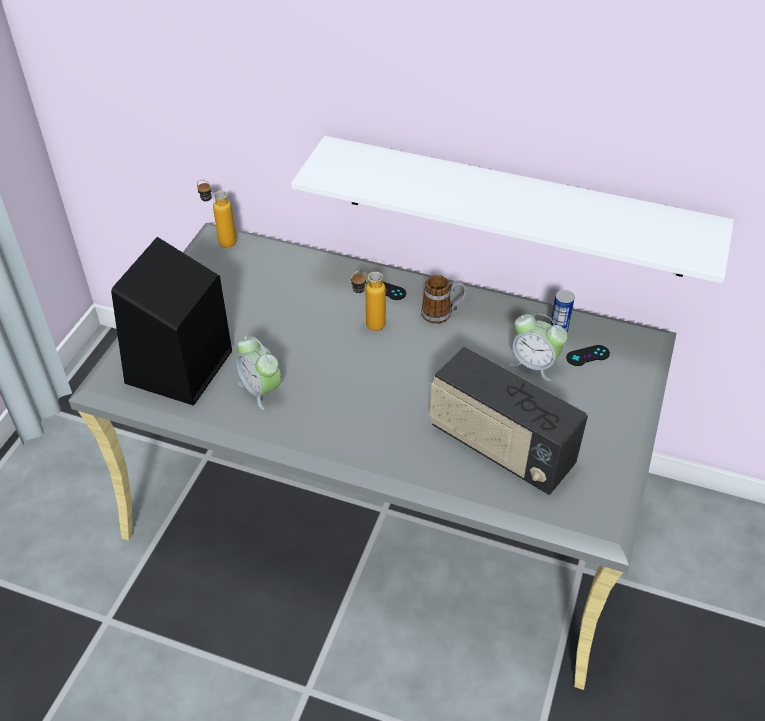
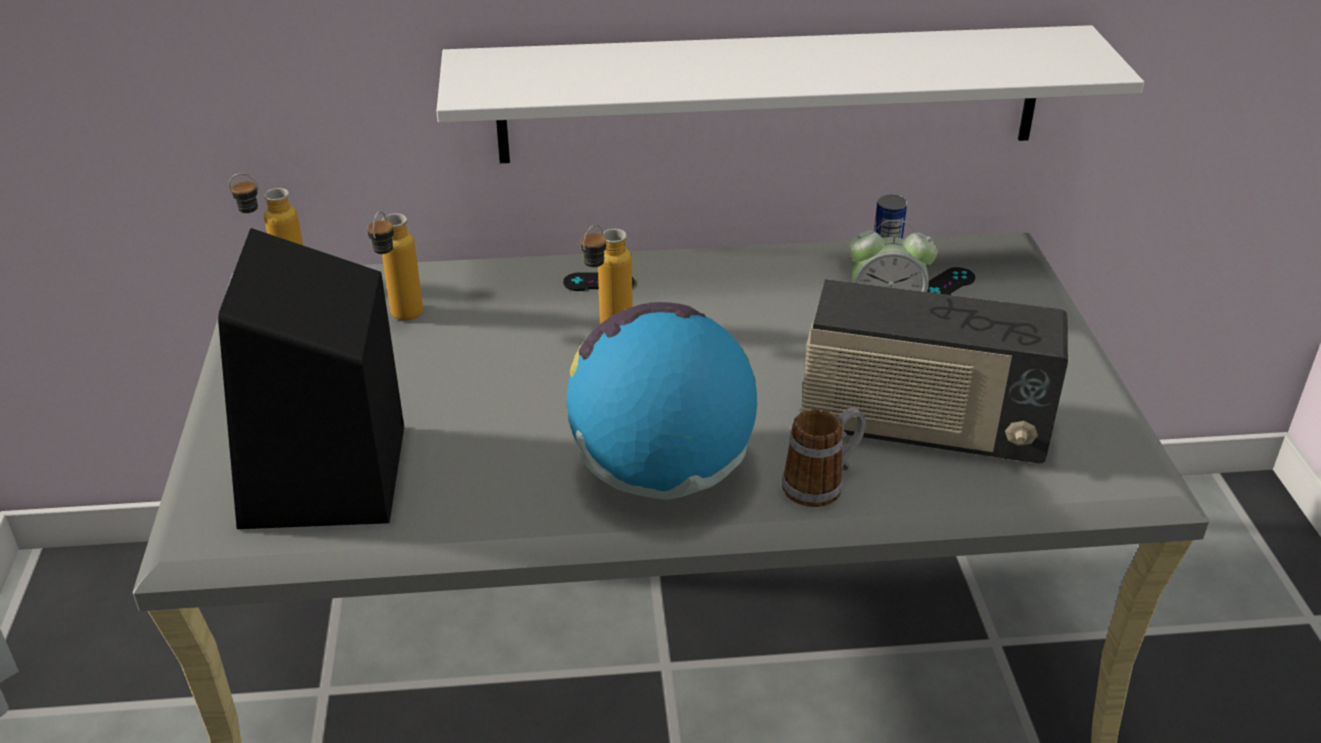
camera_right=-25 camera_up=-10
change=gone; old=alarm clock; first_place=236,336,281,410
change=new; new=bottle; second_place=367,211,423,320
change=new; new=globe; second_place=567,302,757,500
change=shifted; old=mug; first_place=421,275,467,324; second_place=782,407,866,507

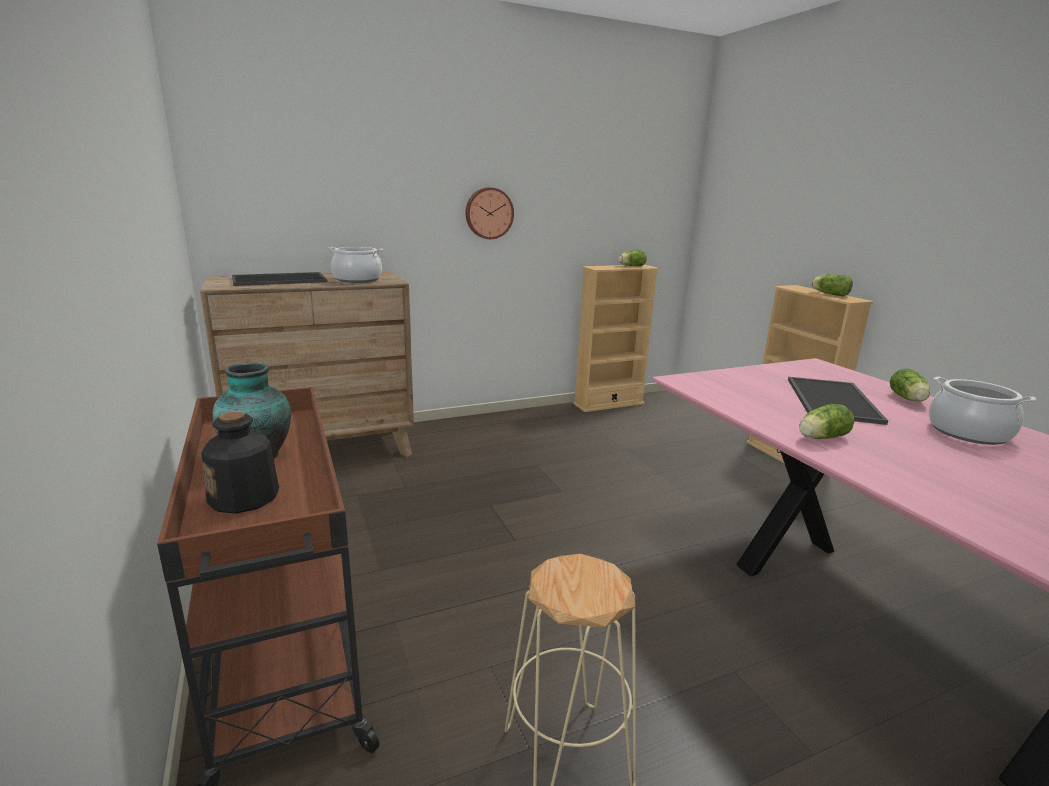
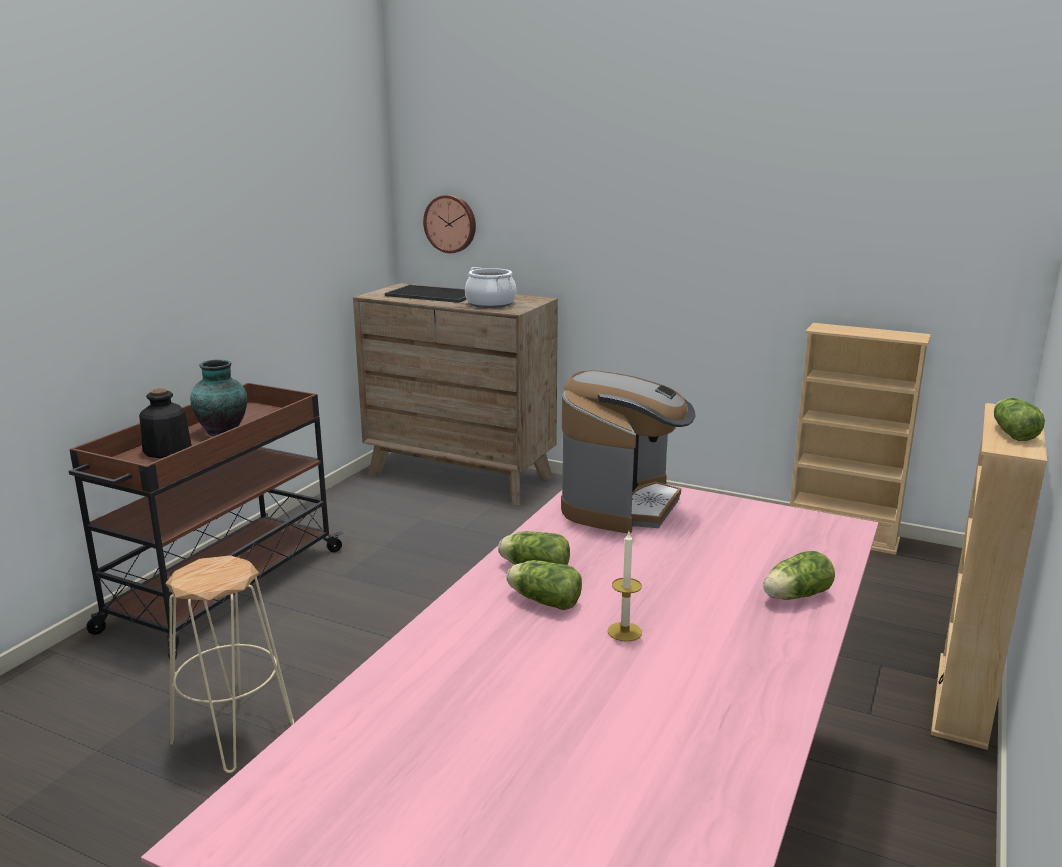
camera_right=50 camera_up=0
change=gone; old=tray; first_place=788,377,888,425
change=gone; old=saucepot; first_place=929,377,1036,445
change=new; new=coffee maker; second_place=561,370,696,533
change=new; new=candle; second_place=608,532,642,642
change=shifted; old=wall clock; first_place=466,187,514,239; second_place=423,195,476,253
change=shifted; old=lettuce head; first_place=618,250,647,266; second_place=506,560,582,610

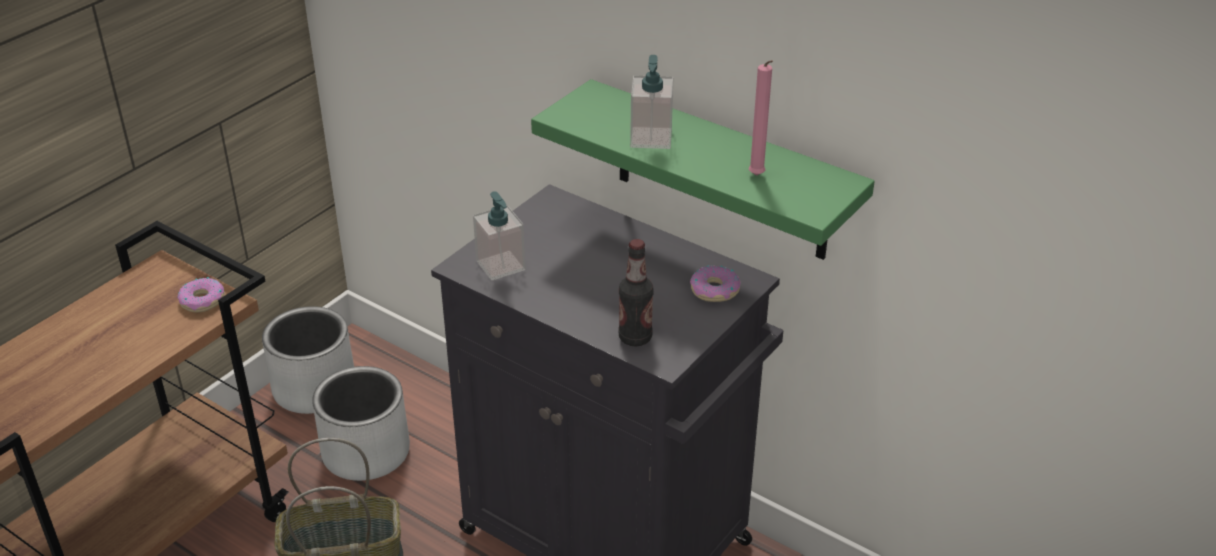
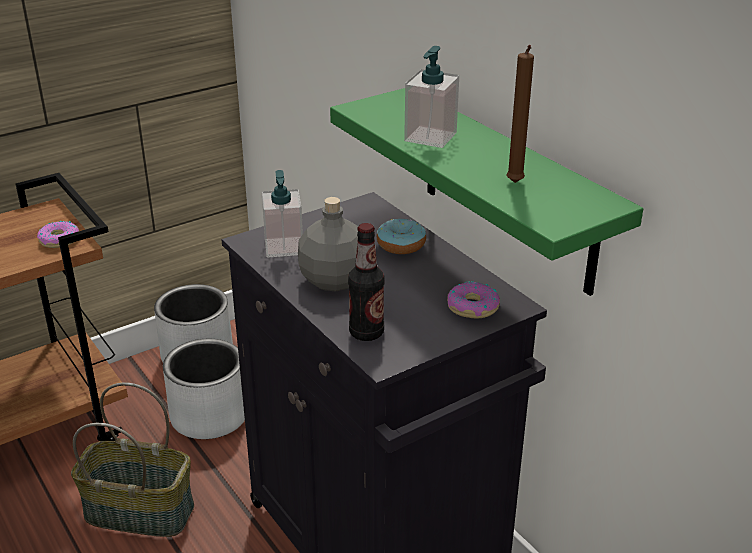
camera_right=20 camera_up=-5
change=new; new=greyish bottle; second_place=298,197,358,292
change=new; new=ring doughnut; second_place=377,219,426,254
change=repainted; old=pink-coloured candle; new=brown-coloured candle; first_place=749,60,773,176; second_place=506,45,534,183

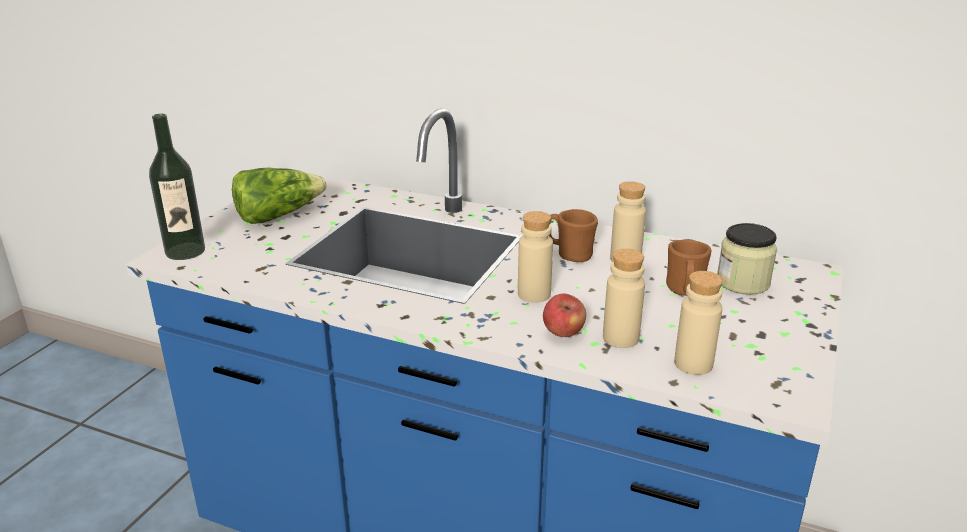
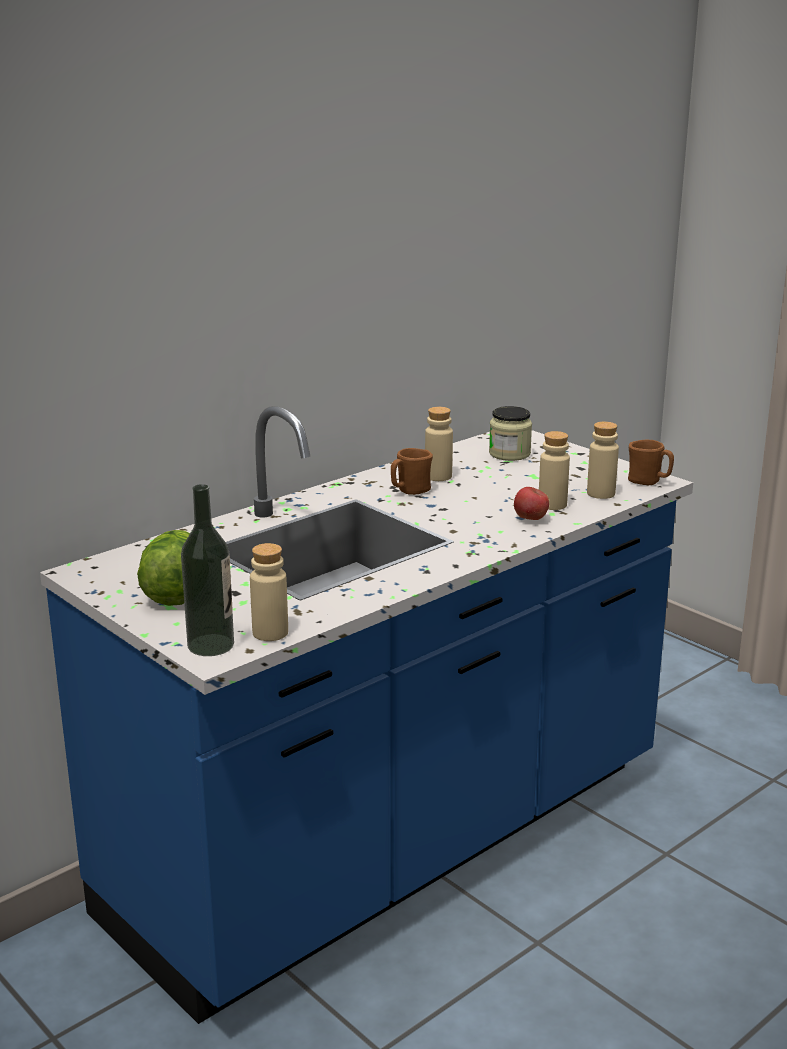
camera_right=-65 camera_up=-5
change=shifted; old=beige bottle; first_place=518,211,553,303; second_place=250,543,288,641
change=shifted; old=brown-coloured mug; first_place=666,239,712,296; second_place=628,440,674,486

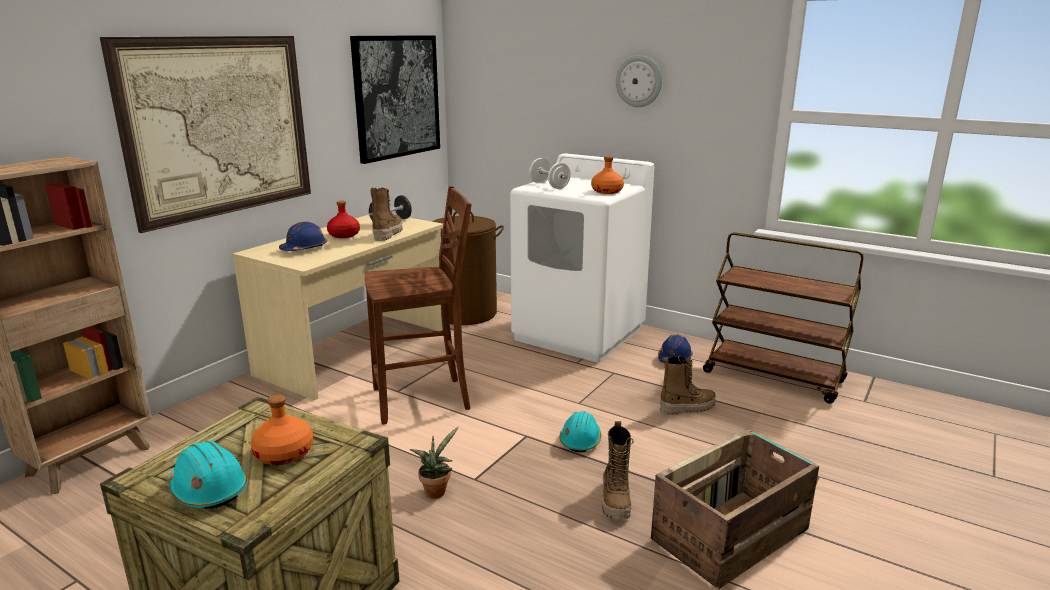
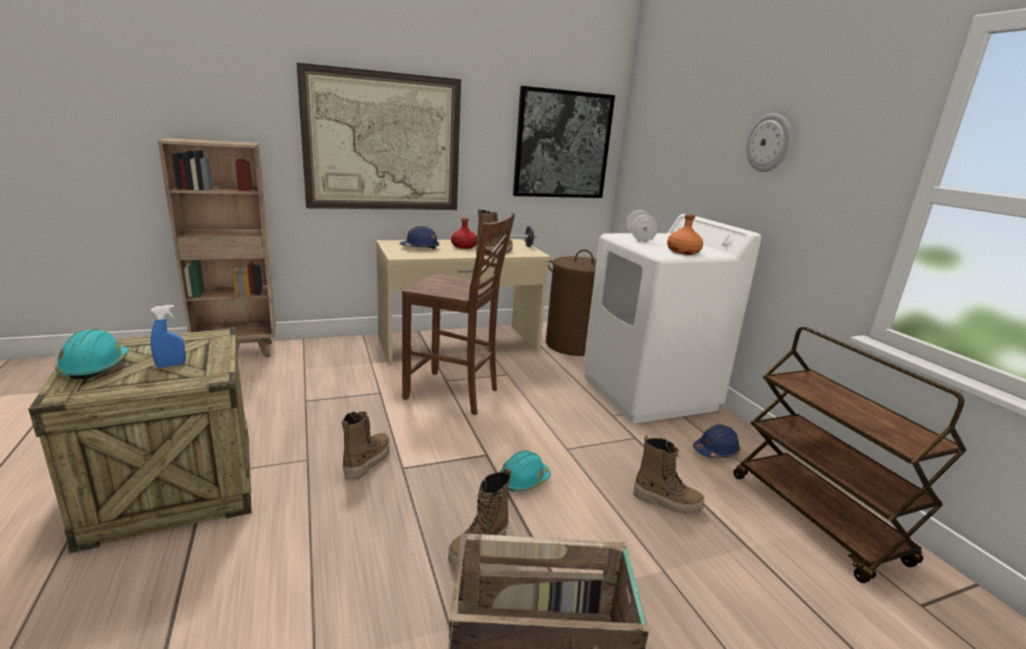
camera_right=35 camera_up=0
change=swapped; old=orange bottle; new=blue-coloured hand sprayer; first_place=251,394,313,465; second_place=150,305,186,368
change=swapped; old=houseplant; new=high-top boot; first_place=410,427,459,499; second_place=342,411,390,481

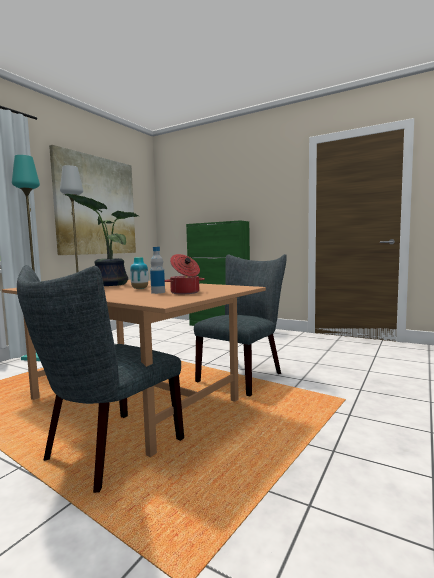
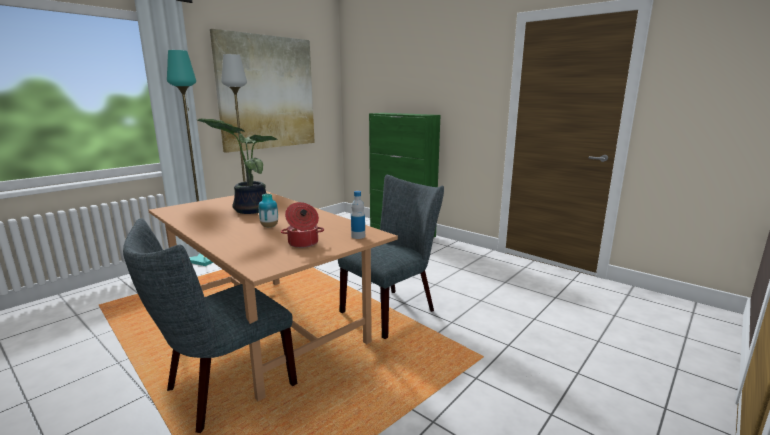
camera_right=10 camera_up=10
change=shifted; old=bottle; first_place=150,247,165,294; second_place=351,191,365,239

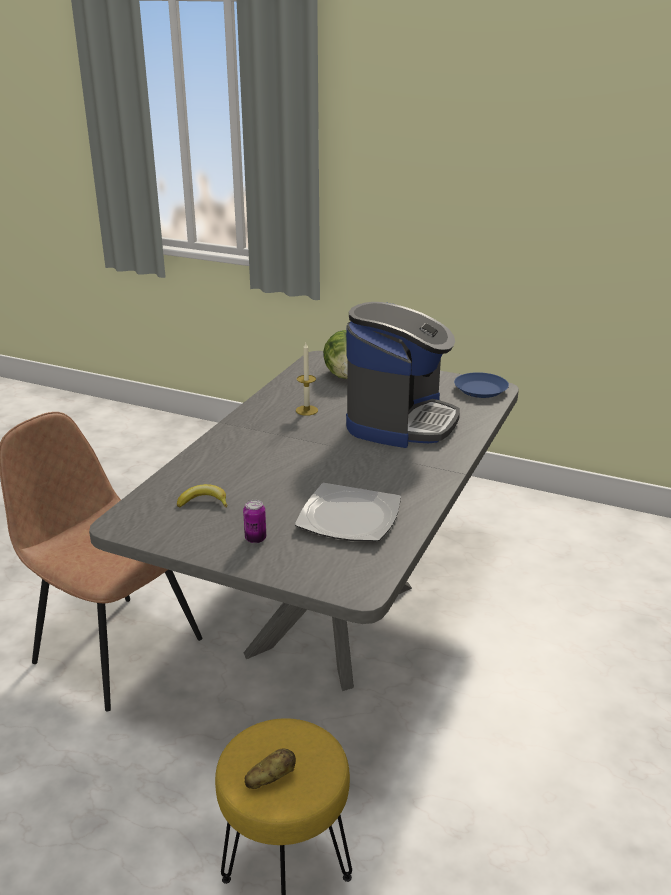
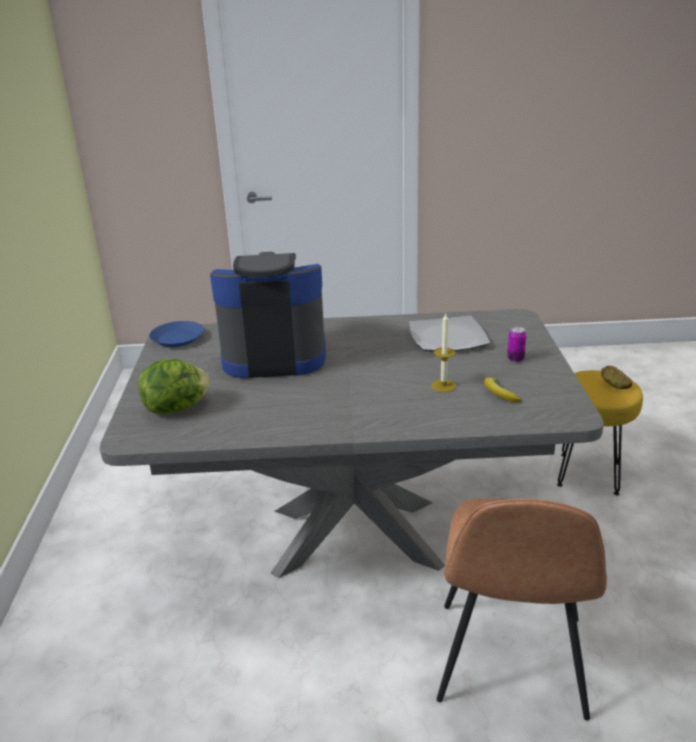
camera_right=-115 camera_up=0
change=shifted; old=candle; first_place=296,343,318,416; second_place=431,314,456,392

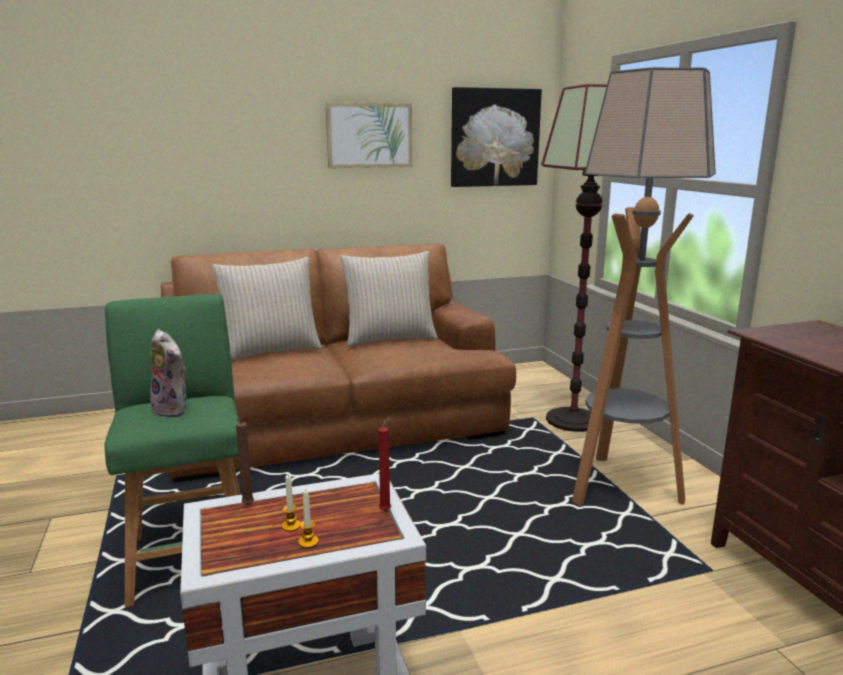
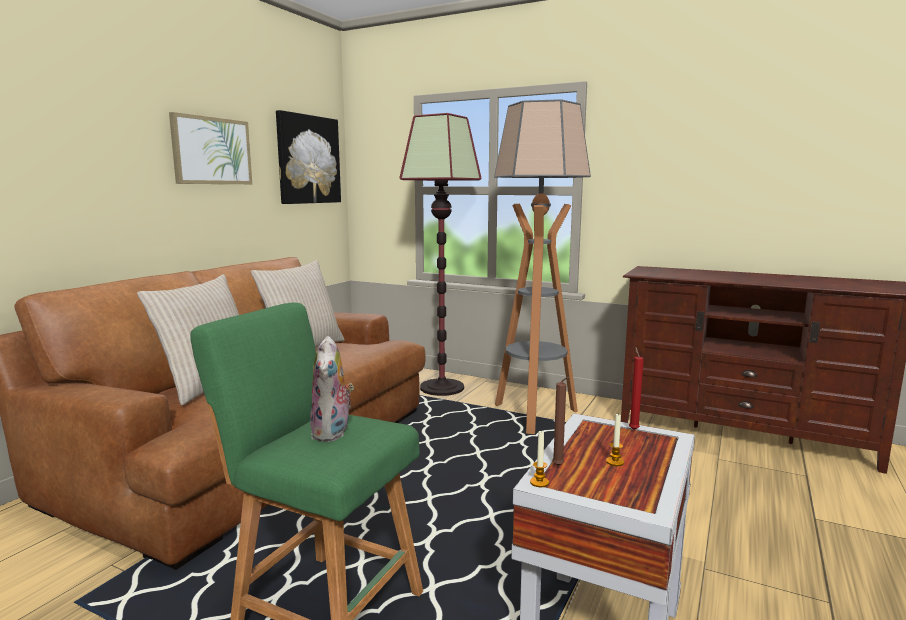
camera_right=-45 camera_up=-5
change=shifted; old=candle; first_place=298,489,319,548; second_place=530,430,549,487
change=rotated; old=soft toy; first_place=149,329,187,418; second_place=310,336,354,442; degrees=90

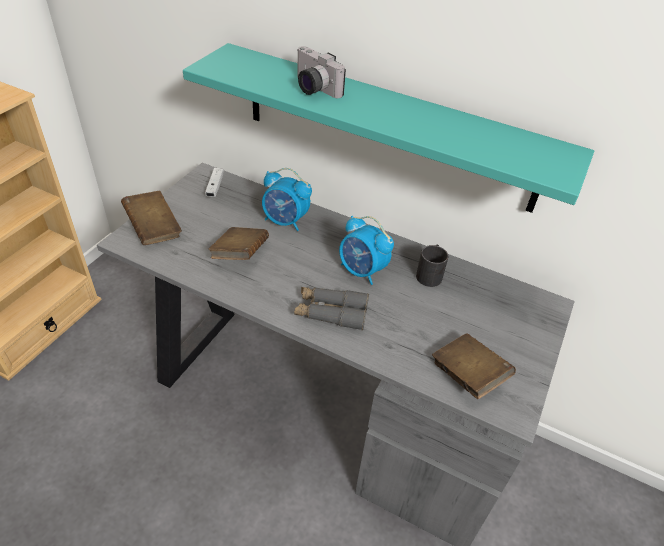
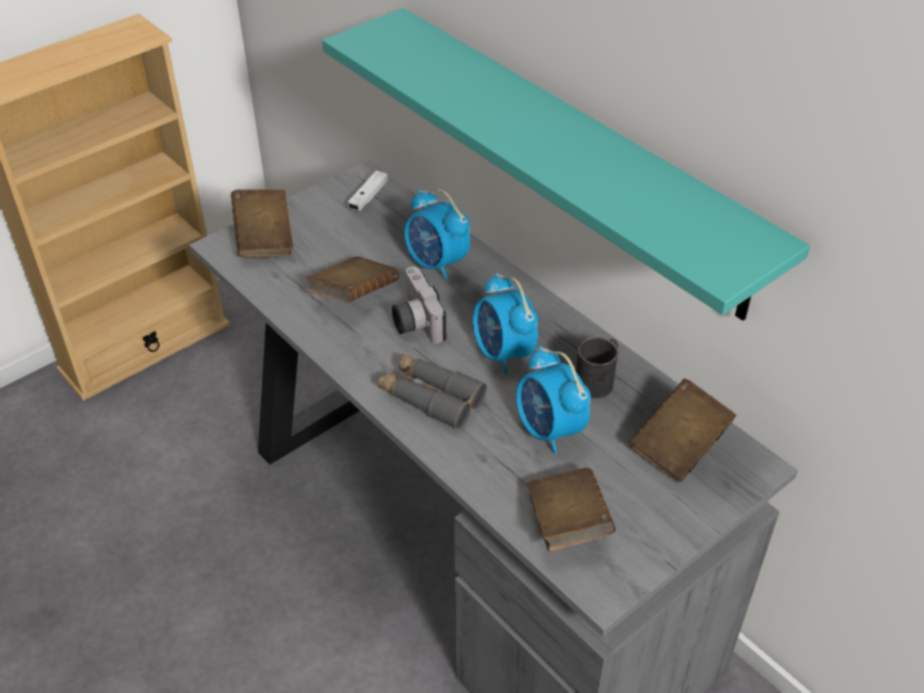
camera_right=25 camera_up=0
change=new; new=alarm clock; second_place=516,346,591,454
change=new; new=brown-coloured volume; second_place=629,379,737,483
change=shifted; old=still camera; first_place=297,46,346,98; second_place=392,266,446,344

